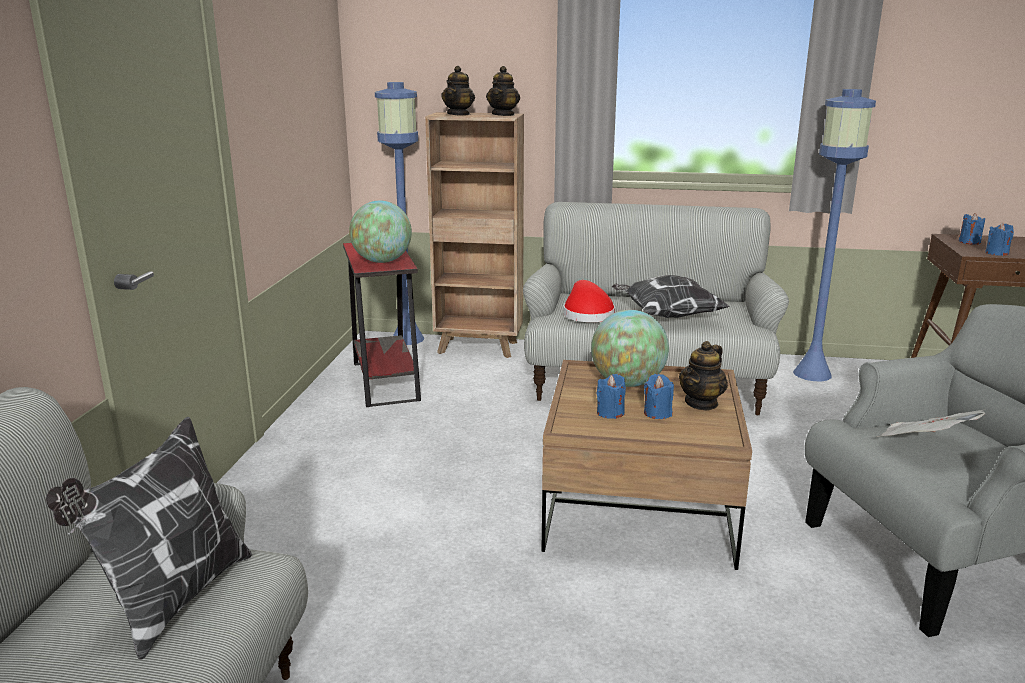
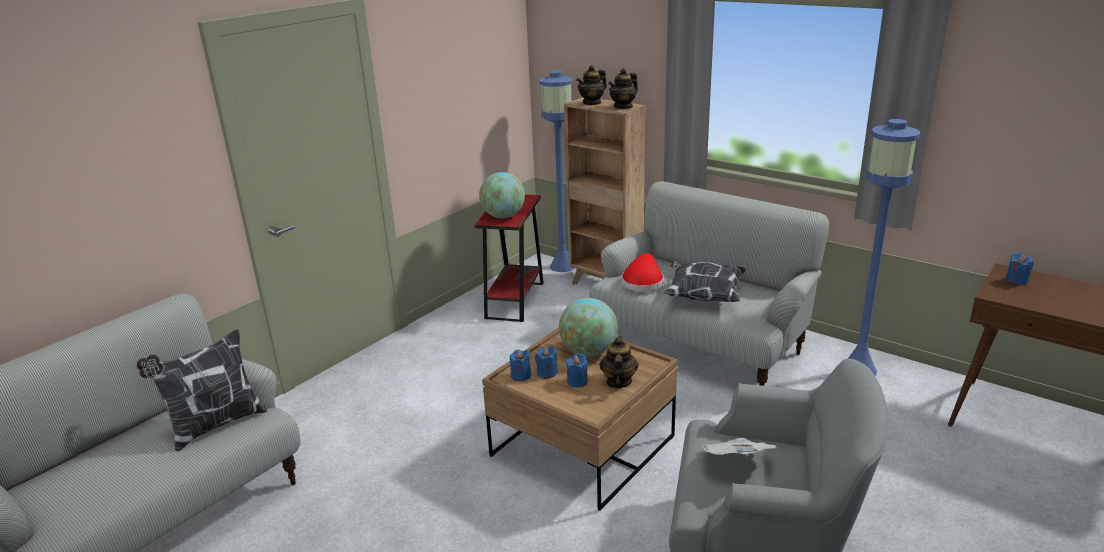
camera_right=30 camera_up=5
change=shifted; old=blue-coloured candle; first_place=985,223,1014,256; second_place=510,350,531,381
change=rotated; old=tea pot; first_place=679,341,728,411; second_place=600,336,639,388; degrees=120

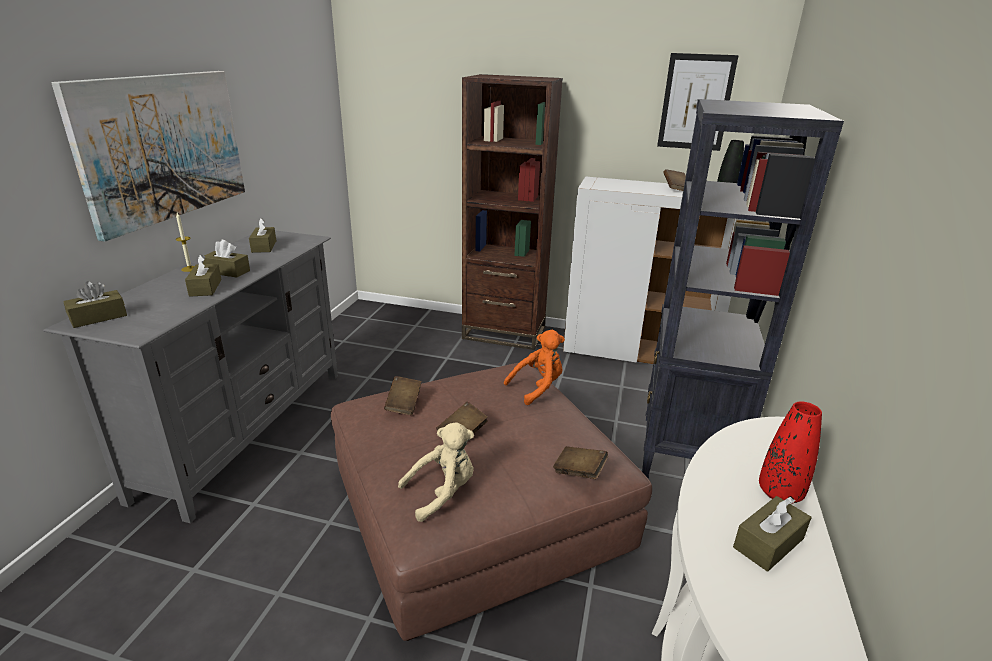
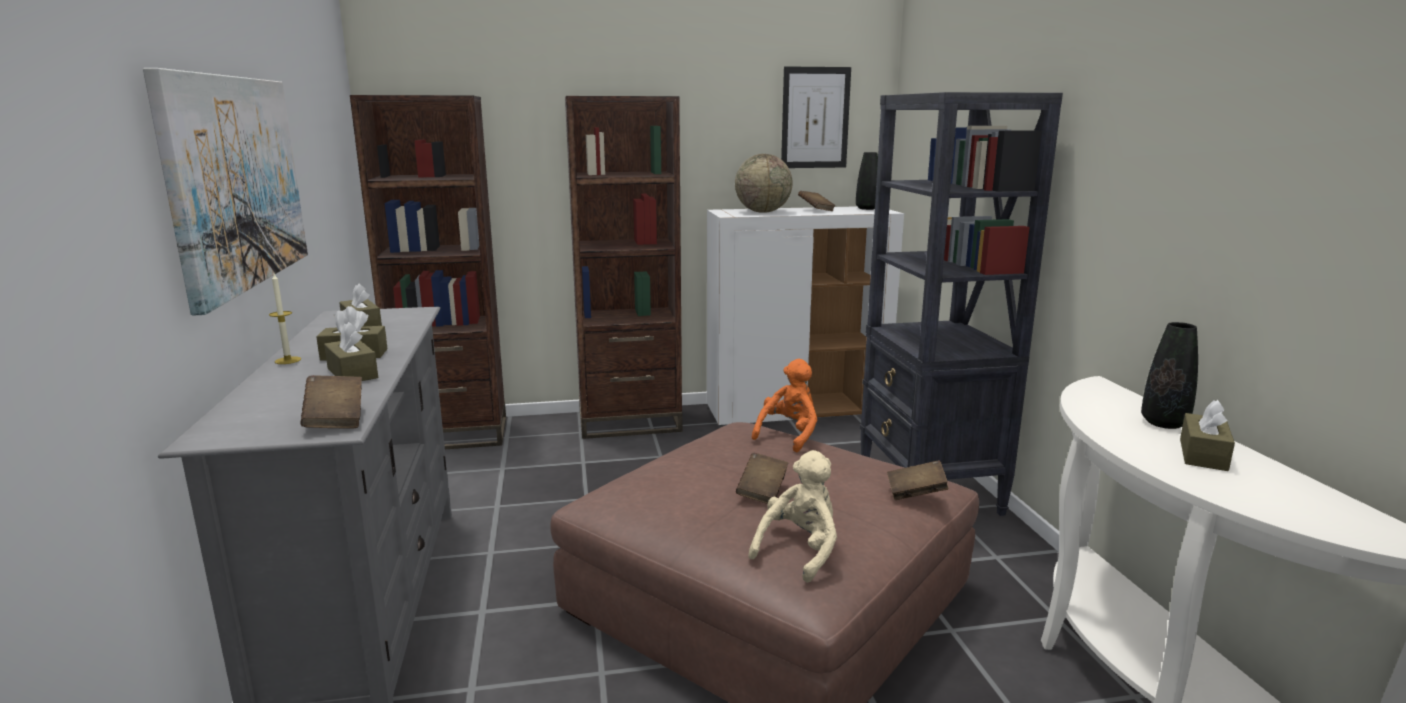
camera_right=-25 camera_up=-10
change=gone; old=brown-coloured tissue holder; first_place=63,281,127,328
change=new; new=brown-coloured bookcase; second_place=350,95,506,449
change=new; new=globe; second_place=735,154,793,213
change=shifted; old=brown-coloured volume; first_place=384,376,422,415; second_place=301,375,362,429
change=repainted; old=reddish decorative vase; new=black decorative vase; first_place=759,401,822,504; second_place=1141,322,1198,429

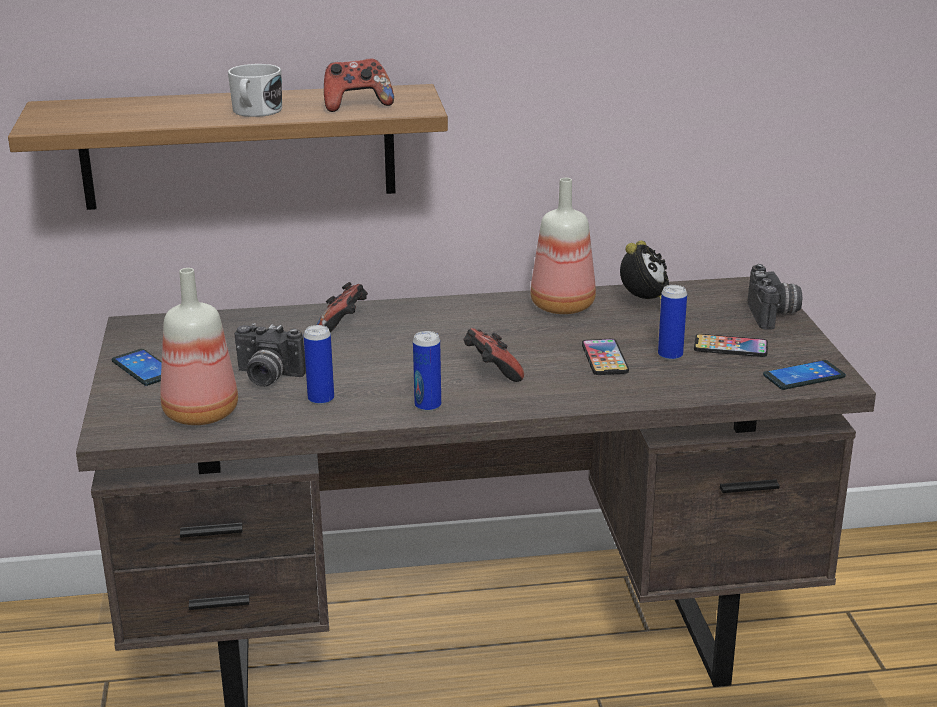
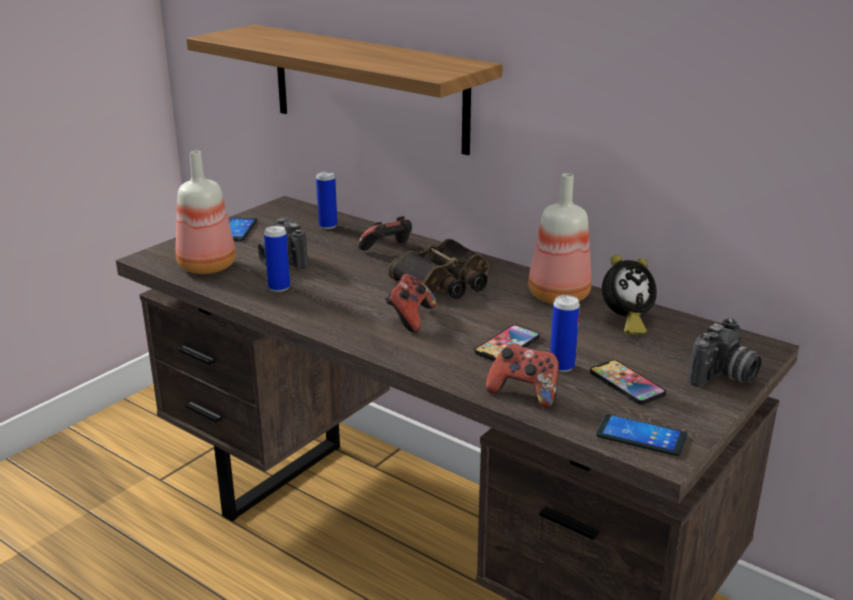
camera_right=45 camera_up=0
change=gone; old=whitish mug; first_place=228,64,282,117
change=new; new=field glasses; second_place=388,239,489,299
change=shifted; old=game controller; first_place=324,59,394,112; second_place=486,343,559,408
change=shifted; old=sealed can; first_place=413,331,441,412; second_place=316,171,337,229

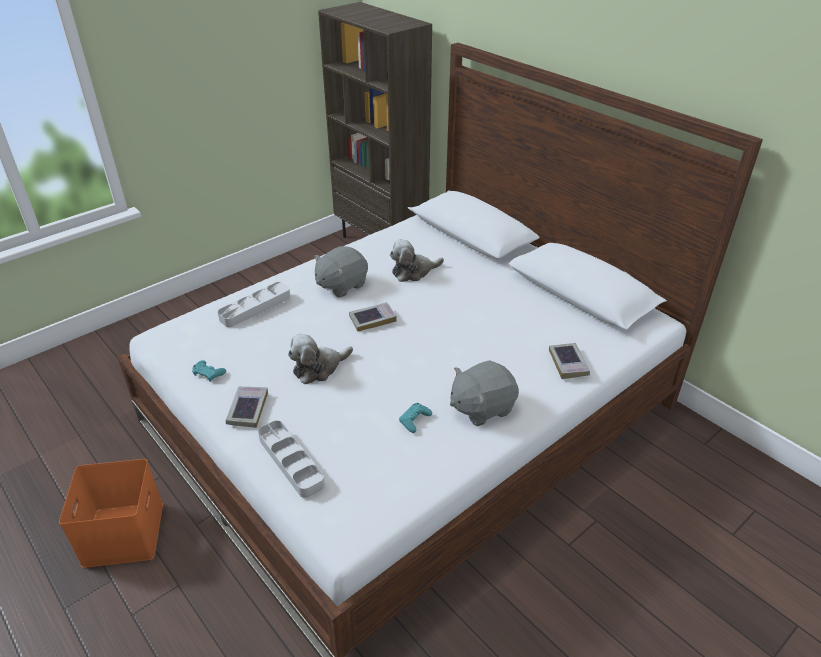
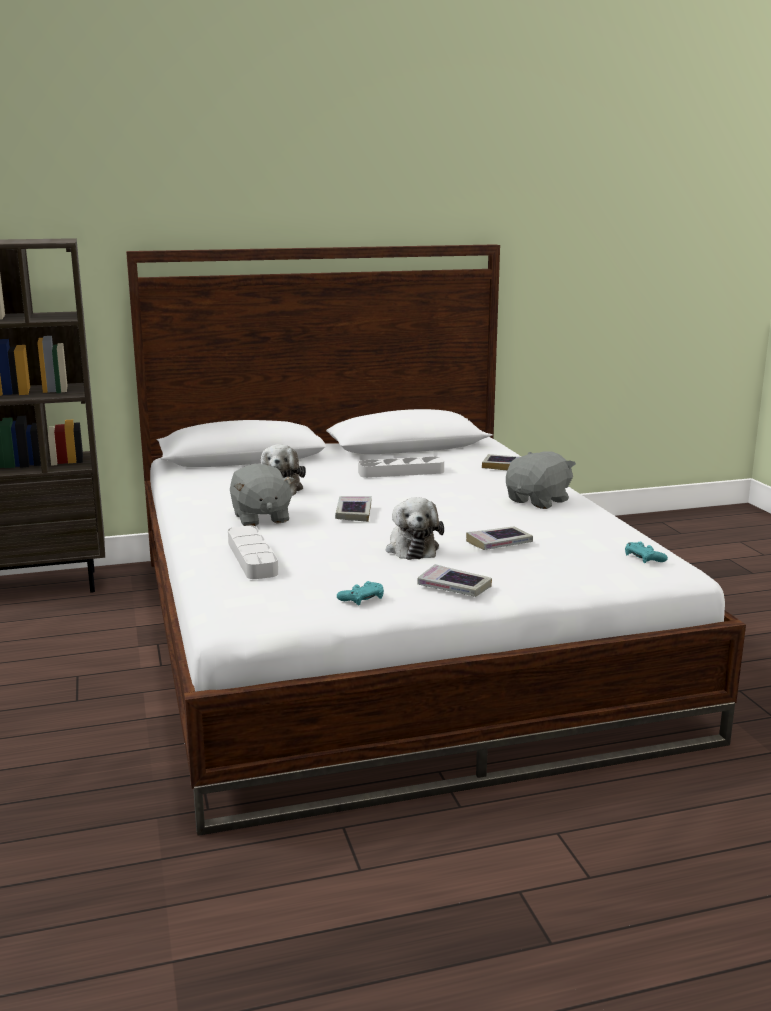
camera_right=-65 camera_up=-20
change=gone; old=orange storage bin; first_place=59,459,163,568
change=new; new=volume; second_place=466,527,533,550
change=shifted; old=greyish tray; first_place=258,420,325,498; second_place=358,456,444,478
change=shifted; old=turquoise game controller; first_place=399,403,432,433; second_place=625,541,668,563
change=rotated; old=greyish soft toy; first_place=450,360,519,426; second_place=506,451,576,509; degrees=-135

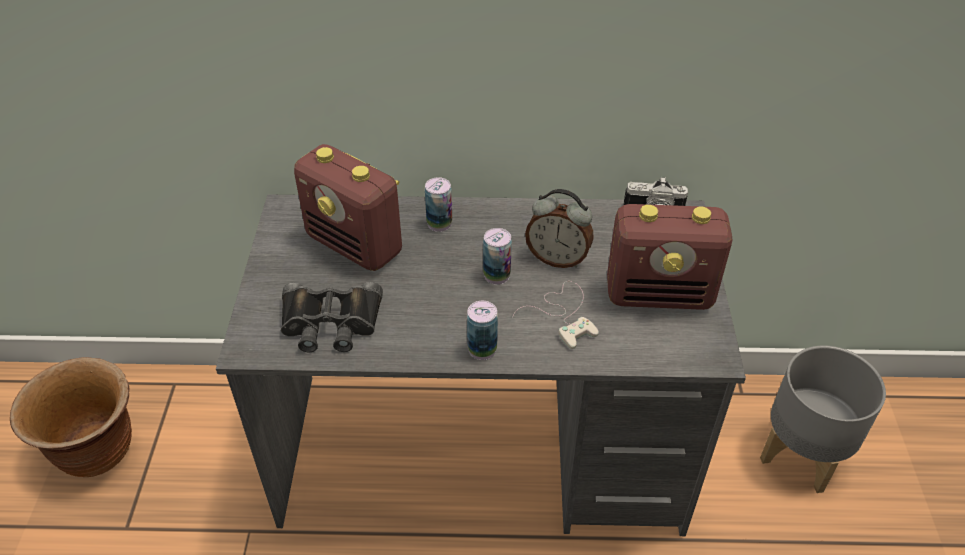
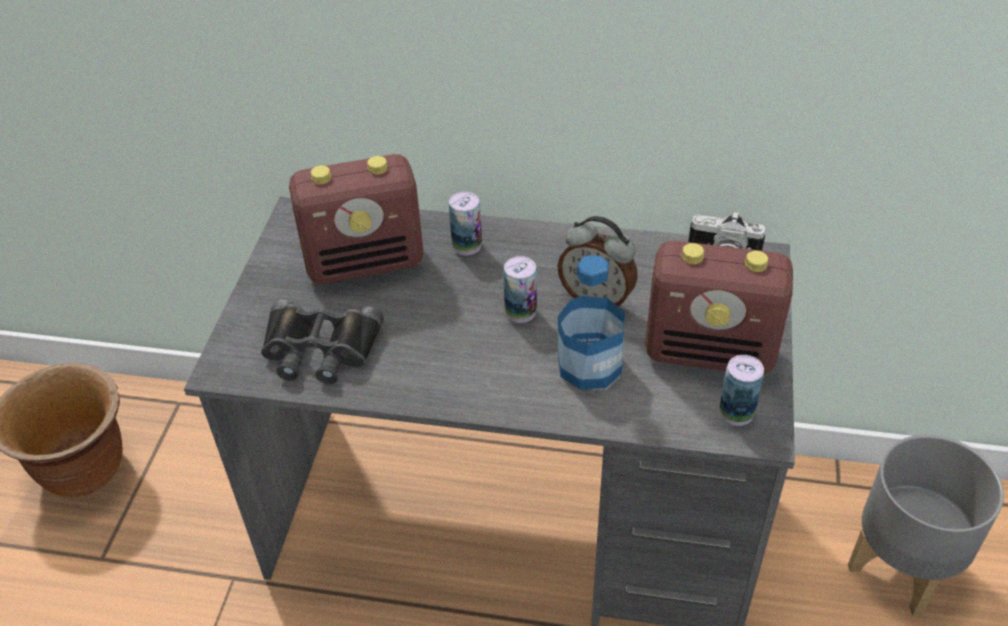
camera_right=10 camera_up=0
change=shifted; old=sealed can; first_place=467,301,498,360; second_place=719,355,764,426
change=swapped; old=whitish game controller; new=bottle; first_place=512,281,599,349; second_place=558,255,625,389
change=rotated; old=radio receiver; first_place=294,144,402,271; second_place=289,154,423,284; degrees=-60

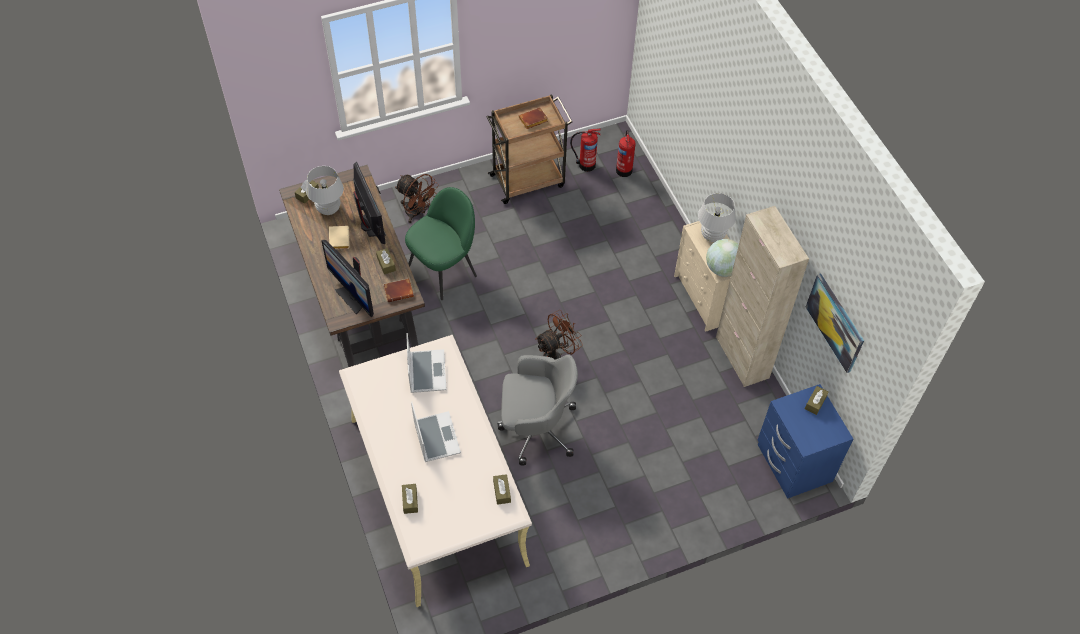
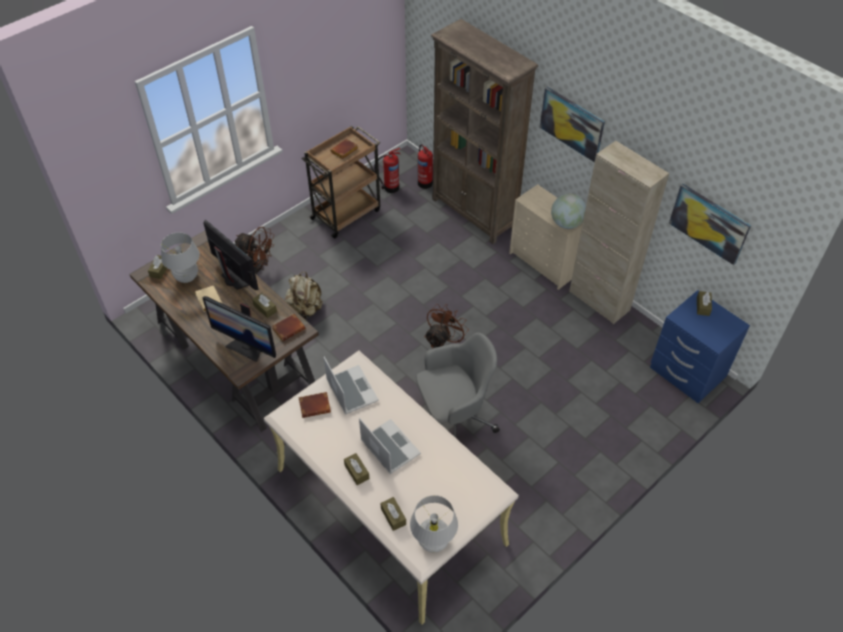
camera_right=-20 camera_up=-5
change=new; new=brown-coloured volume; second_place=299,392,331,418
change=new; new=brown-coloured bookcase; second_place=431,19,538,244
change=new; new=picture; second_place=540,87,605,162
change=shifted; old=brown-coloured tissue holder; first_place=493,474,511,505; second_place=344,453,369,485
change=shifted; old=whitish lamp for a table; first_place=698,193,736,242; second_place=410,495,458,552
change=swapped; old=green-coloured upright chair; new=beige rucksack; first_place=405,187,477,300; second_place=285,272,323,319

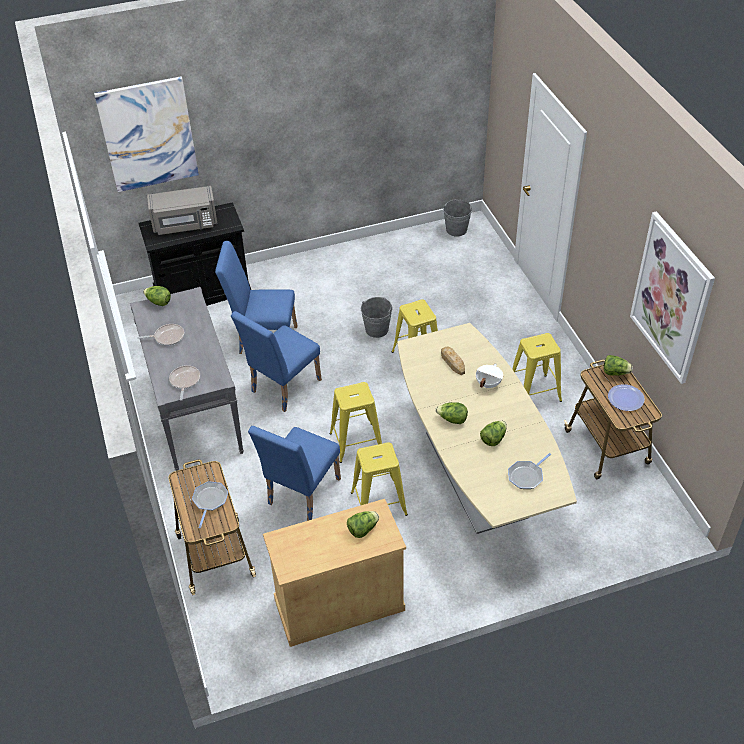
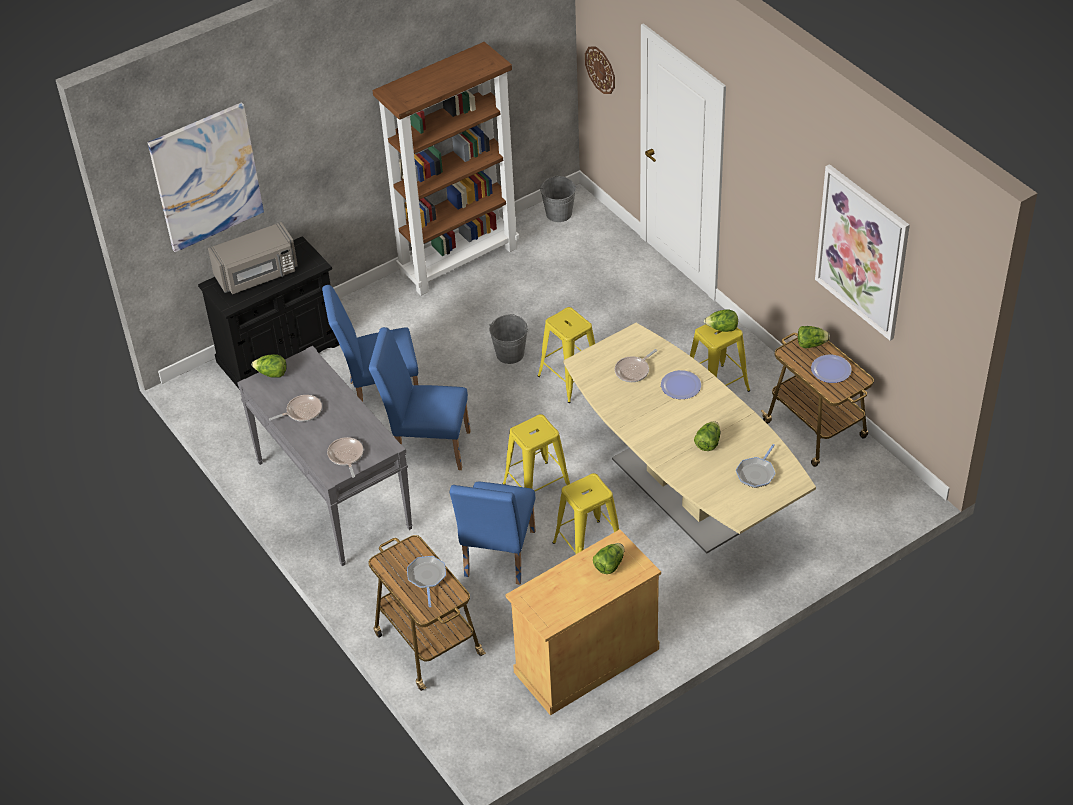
camera_right=-15 camera_up=0
change=new; new=brown-coloured bookcase; second_place=372,42,519,296
change=new; new=wall clock; second_place=585,46,615,94
change=shifted; old=lettuce head; first_place=435,402,468,424; second_place=704,309,738,332
change=swapped; old=baked bread; new=frying pan; first_place=441,346,465,375; second_place=615,349,657,382
change=swapped; old=whitish saucepot; new=plate; first_place=476,363,503,388; second_place=661,370,701,399
change=rotated; old=blue-coloured upright chair; first_place=231,311,322,412; second_place=369,327,471,470; degrees=75

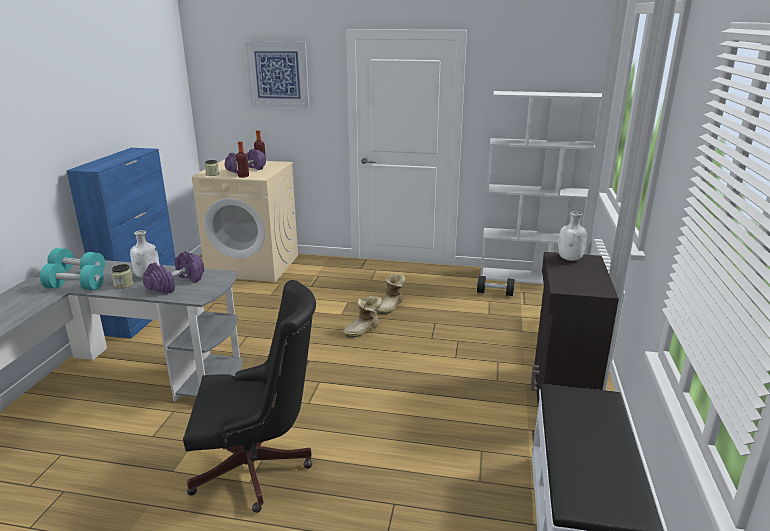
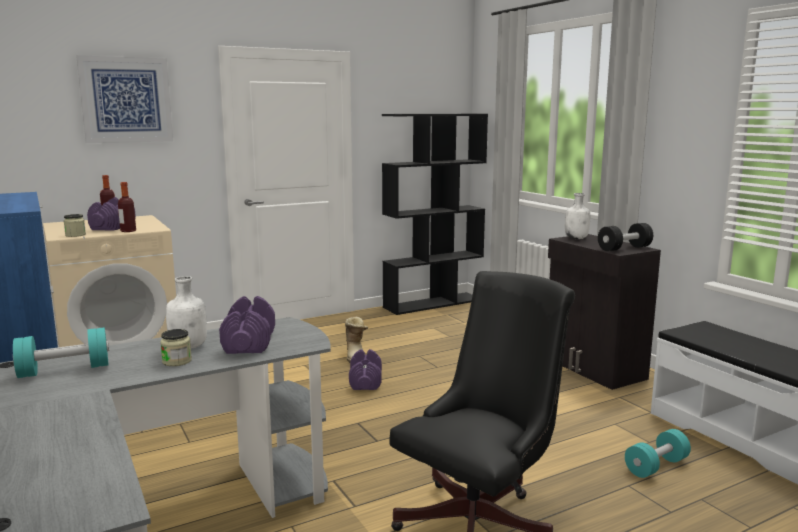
camera_right=-40 camera_up=-10
change=shifted; old=turquoise hand weight; first_place=40,263,104,290; second_place=625,429,691,478
change=shifted; old=black hand weight; first_place=477,276,515,296; second_place=598,223,653,251
change=swapped; old=high-top boot; new=purple-coloured hand weight; first_place=342,296,382,338; second_place=349,349,382,390
change=repainted; old=whitish bookcase; new=black bookcase; first_place=480,91,602,284; second_place=382,114,488,315

